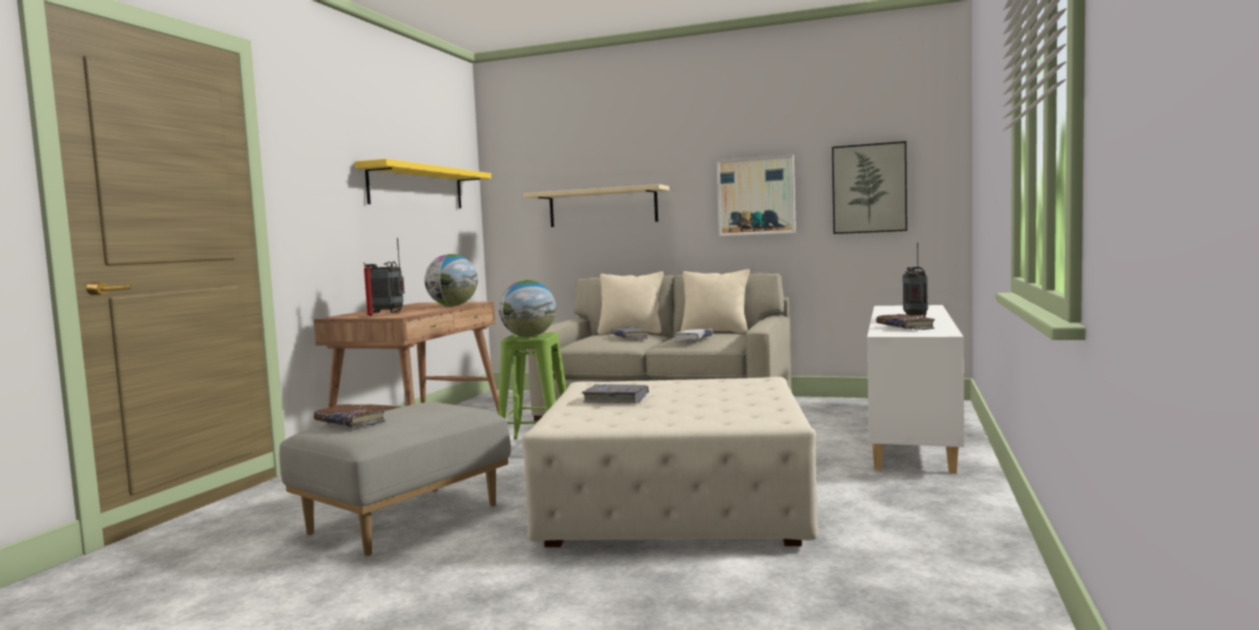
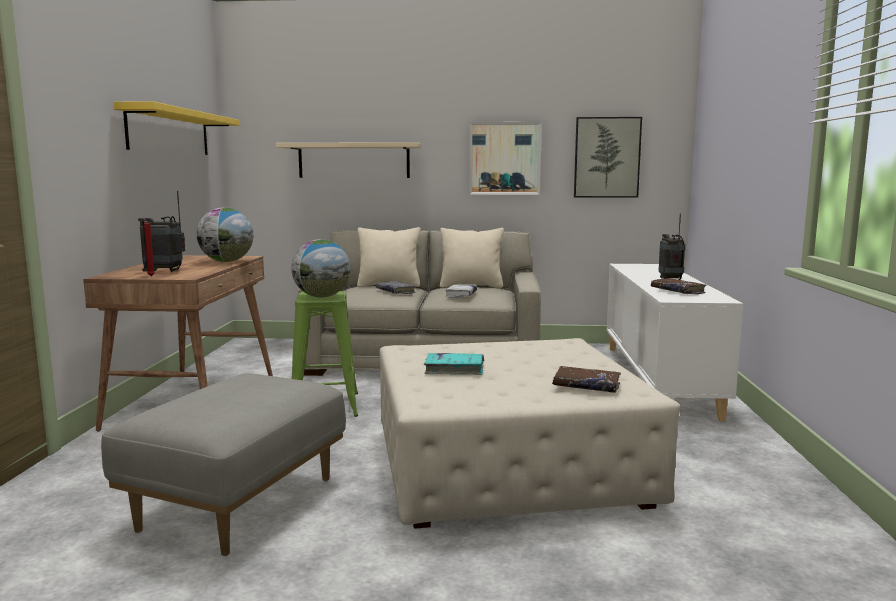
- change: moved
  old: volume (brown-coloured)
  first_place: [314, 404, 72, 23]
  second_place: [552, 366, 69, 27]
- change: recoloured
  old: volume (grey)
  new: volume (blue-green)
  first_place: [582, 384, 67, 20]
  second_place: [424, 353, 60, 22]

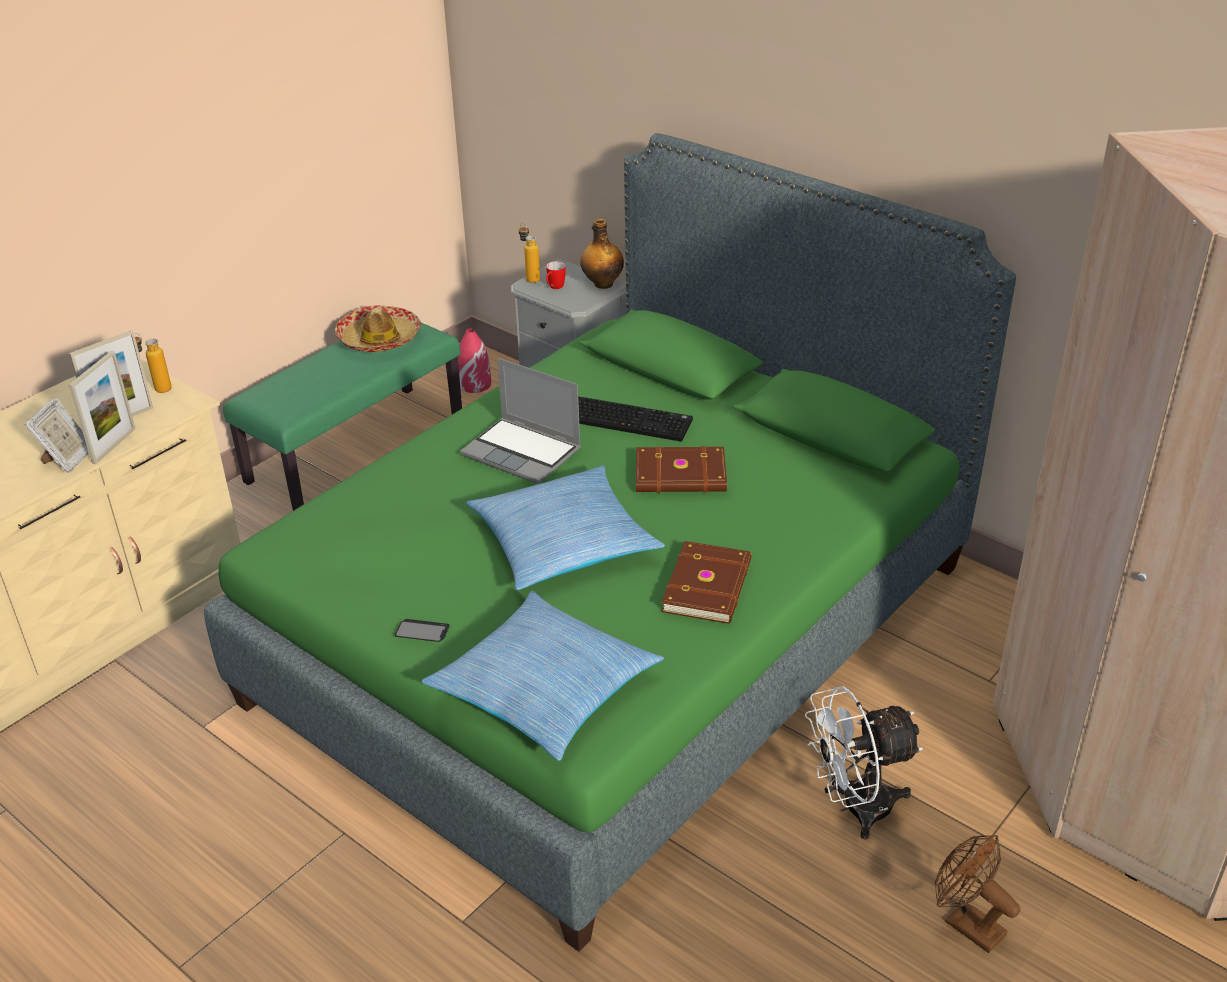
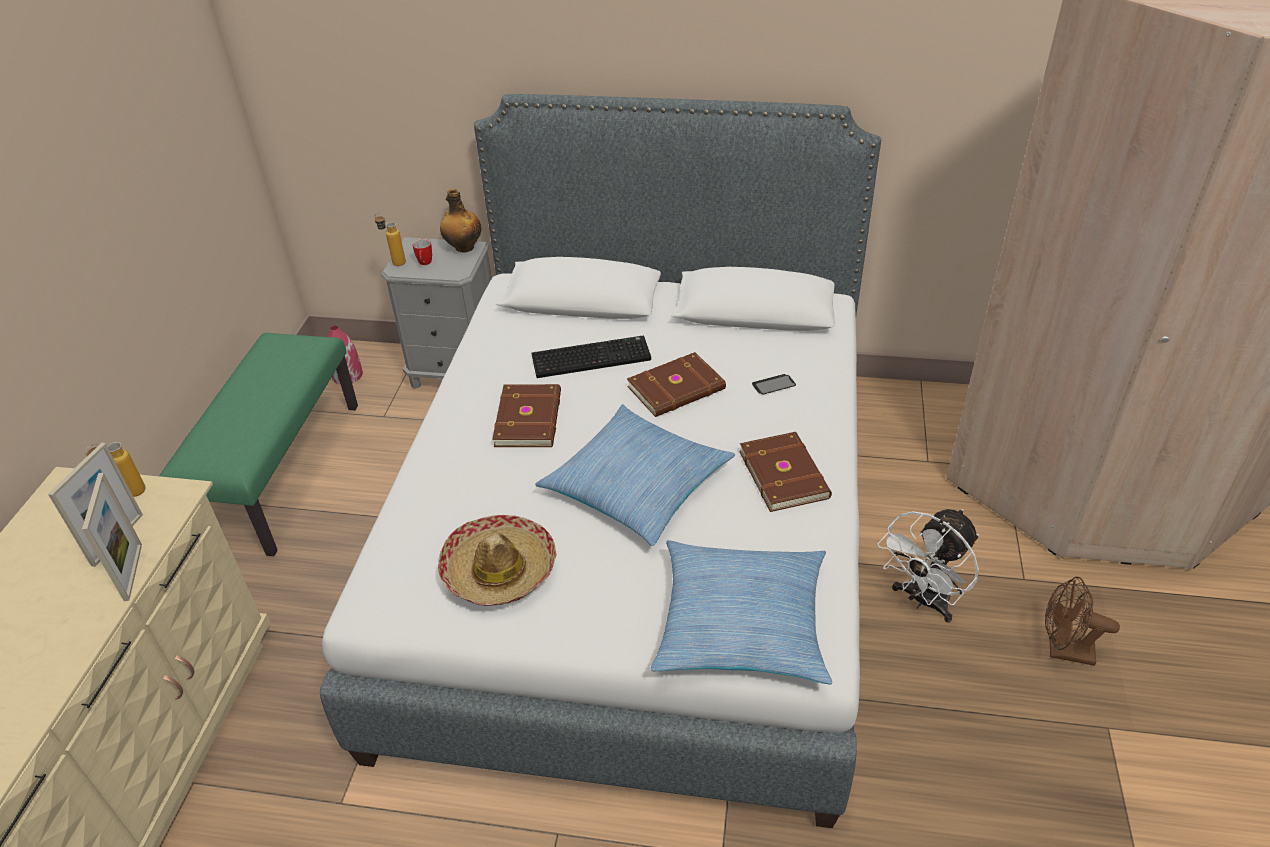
- change: removed
  old: standing frame
  first_place: [25, 398, 64, 75]
- change: recoloured
  old: bedroom bed (green)
  new: bedroom bed (whitish)
  first_place: [204, 133, 812, 818]
  second_place: [320, 94, 561, 734]
- change: moved
  old: clothing hat
  first_place: [335, 305, 86, 47]
  second_place: [438, 515, 118, 91]
- change: moved
  old: phone
  first_place: [395, 619, 54, 23]
  second_place: [752, 374, 44, 21]
- change: replaced
  old: laptop
  new: volume (brown-coloured)
  first_place: [460, 358, 121, 126]
  second_place: [492, 384, 69, 63]

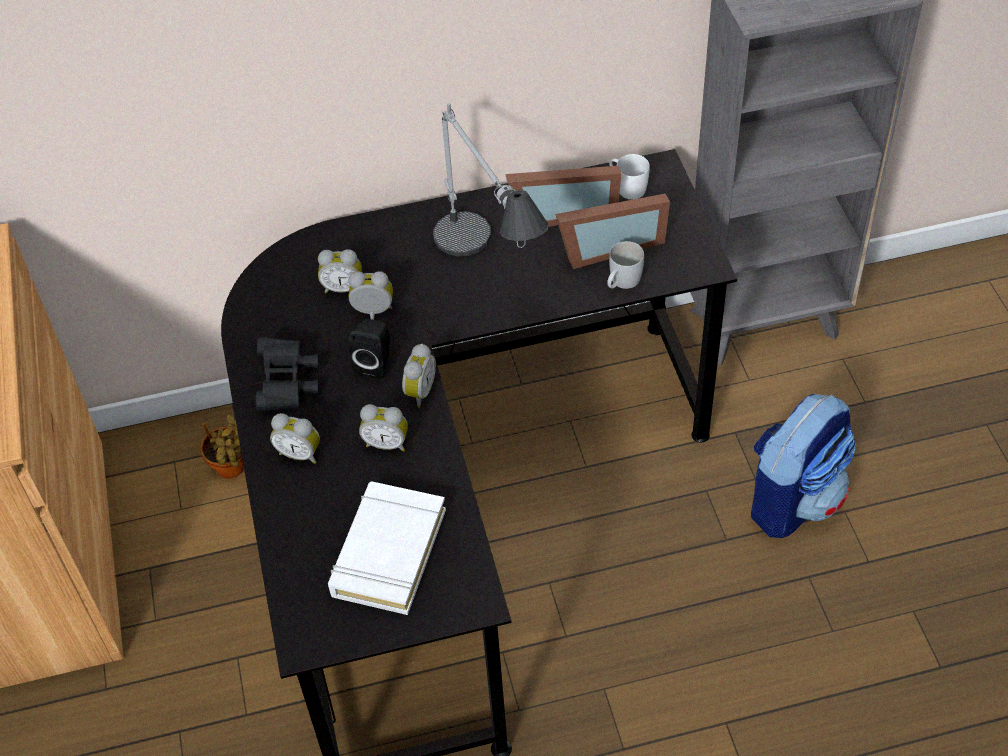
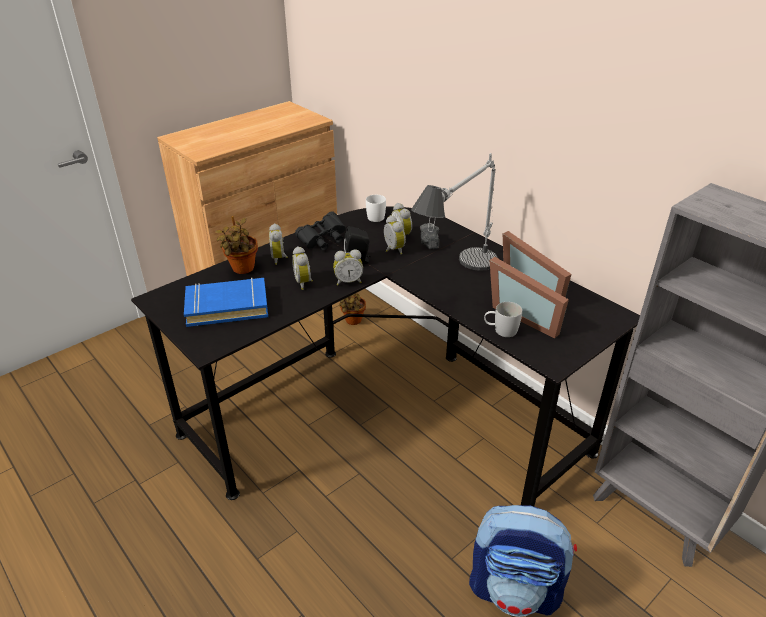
- change: recoloured
  old: volume (whitish)
  new: volume (blue-coloured)
  first_place: [328, 482, 118, 133]
  second_place: [184, 277, 84, 50]
- change: moved
  old: mug (whitish)
  first_place: [609, 154, 41, 46]
  second_place: [366, 195, 20, 27]
- change: added
  new: houseplant
  second_place: [215, 216, 43, 58]
- change: added
  new: still camera
  second_place: [420, 223, 19, 26]

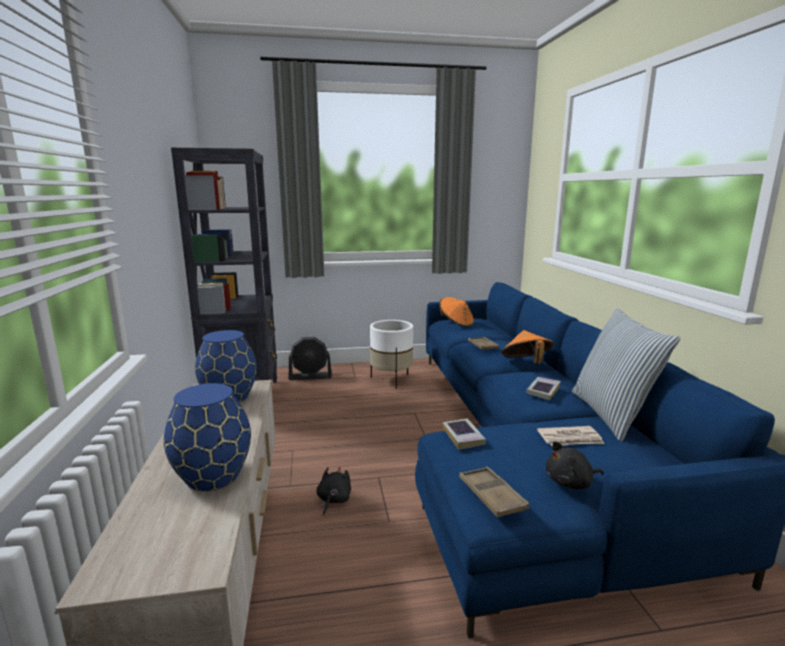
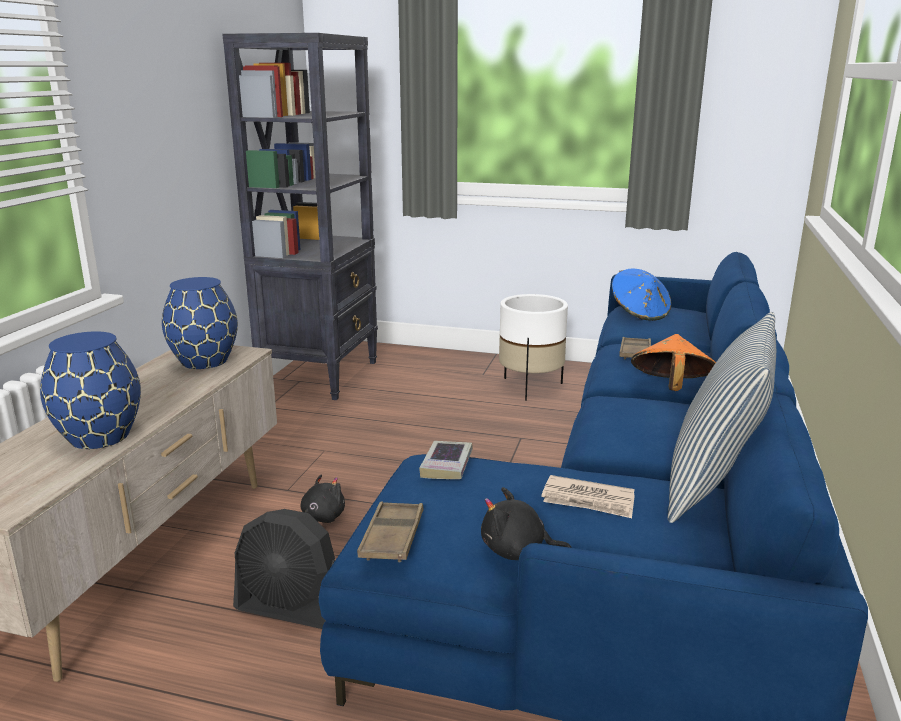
- change: moved
  old: cooling fan (black-coloured)
  first_place: [289, 337, 43, 43]
  second_place: [233, 509, 102, 120]
- change: recoloured
  old: clothing hat (orangey)
  new: clothing hat (blue-coloured)
  first_place: [440, 297, 34, 30]
  second_place: [612, 269, 59, 52]
- change: removed
  old: volume
  first_place: [526, 377, 35, 23]

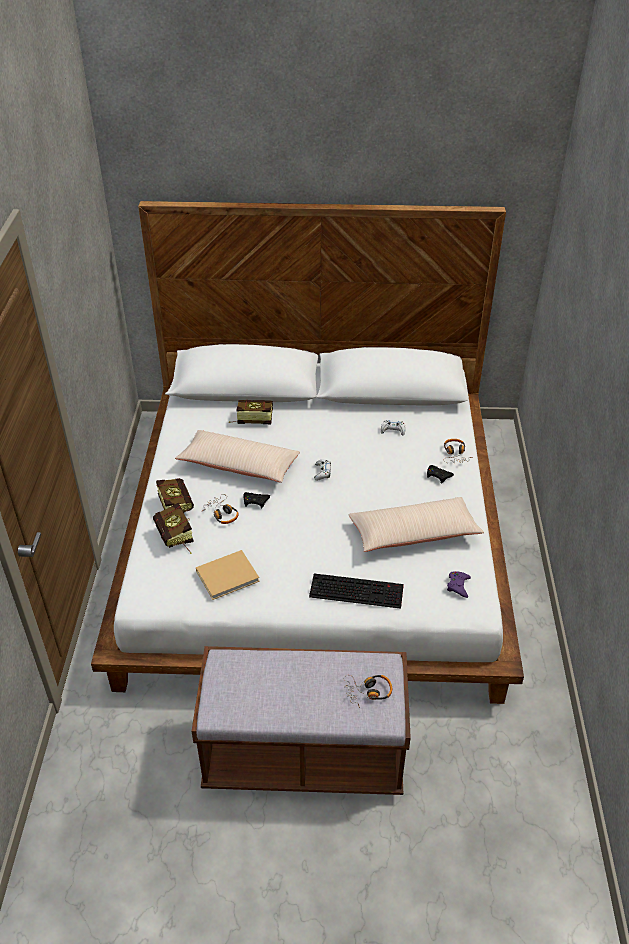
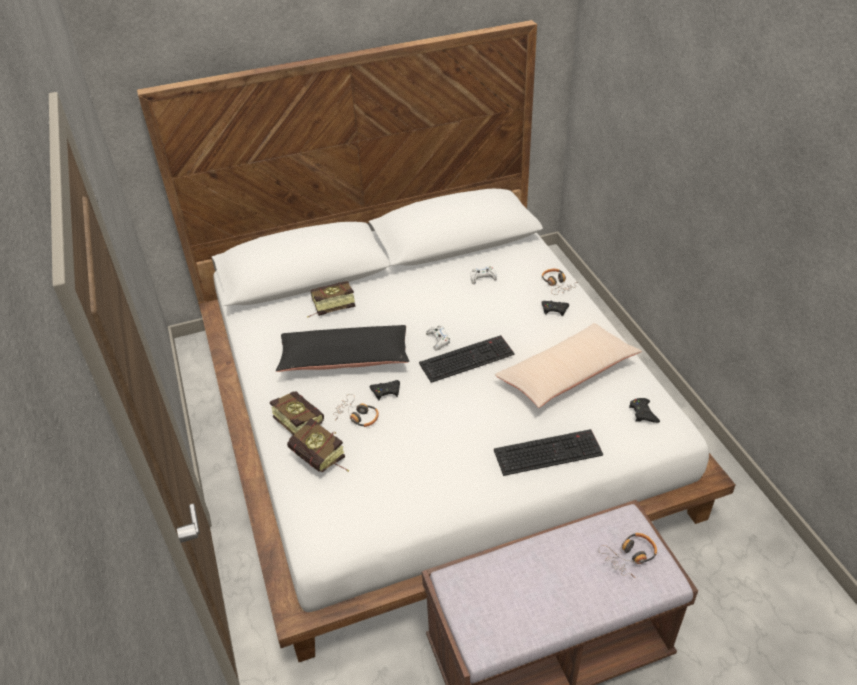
- change: recoloured
  old: cushion (beige)
  new: cushion (black-coloured)
  first_place: [175, 430, 125, 53]
  second_place: [276, 325, 133, 47]
- change: removed
  old: volume (beige)
  first_place: [196, 550, 64, 50]
- change: recoloured
  old: gamepad (purple-coloured)
  new: gamepad (black-coloured)
  first_place: [447, 571, 24, 27]
  second_place: [629, 398, 31, 25]
- change: added
  new: keyboard
  second_place: [419, 335, 96, 48]

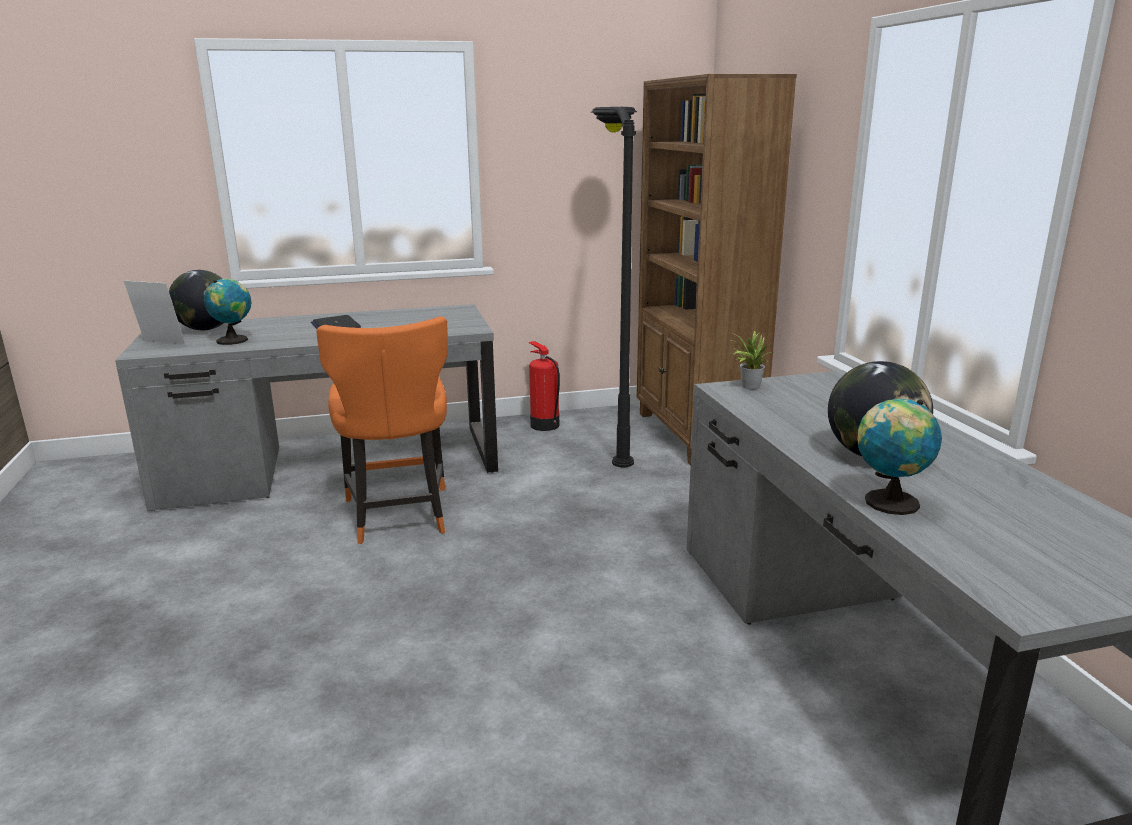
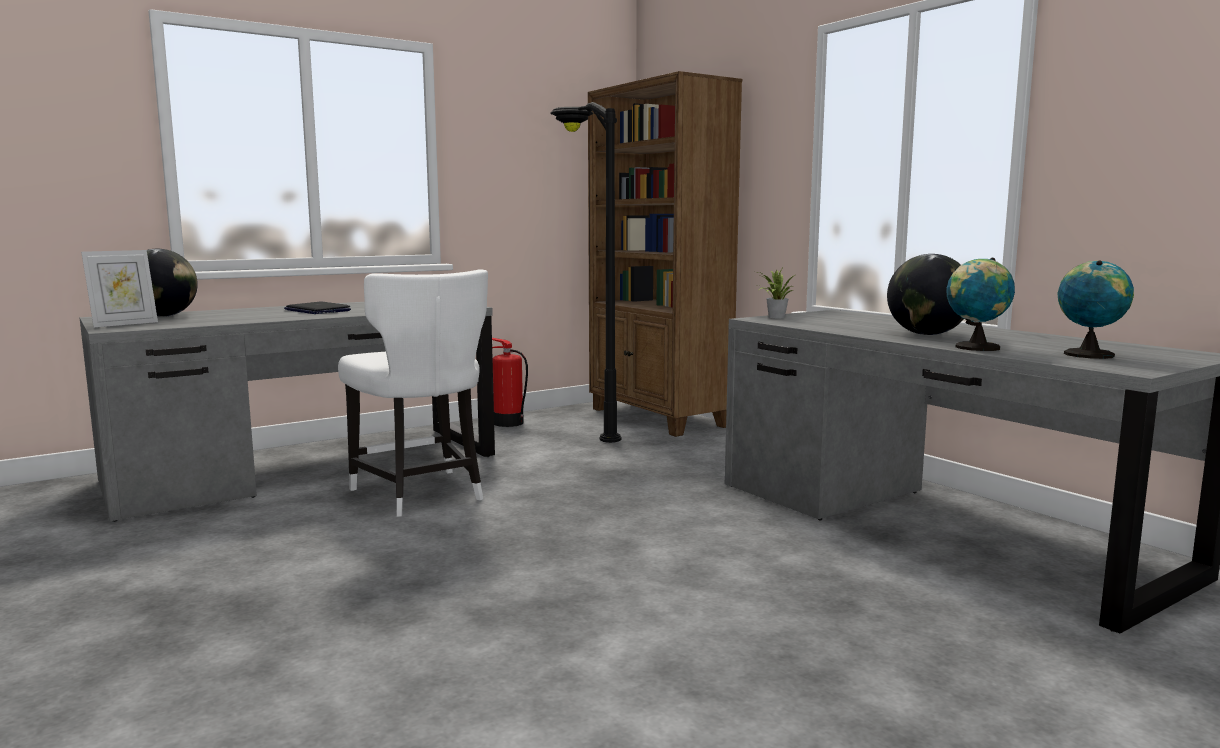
- change: turned
  old: standing frame
  first_place: [124, 281, 61, 63]
  second_place: [81, 250, 77, 77]
  degrees: 135
- change: moved
  old: desk globe
  first_place: [204, 279, 48, 66]
  second_place: [1057, 260, 77, 99]
- change: recoloured
  old: upright chair (orangey)
  new: upright chair (whitish)
  first_place: [317, 317, 131, 227]
  second_place: [338, 269, 150, 248]

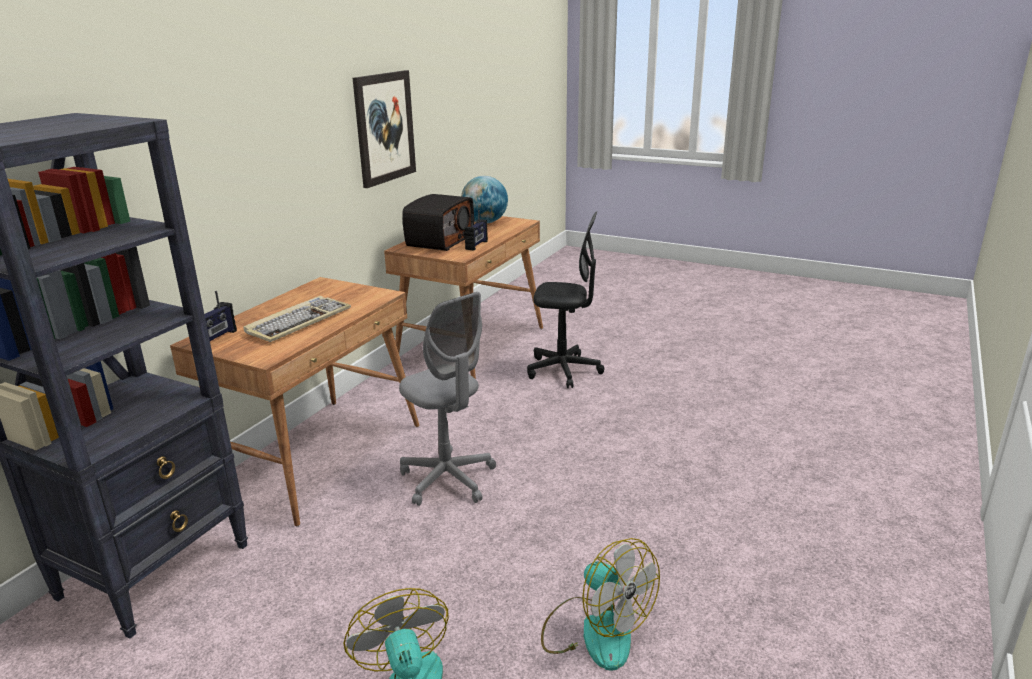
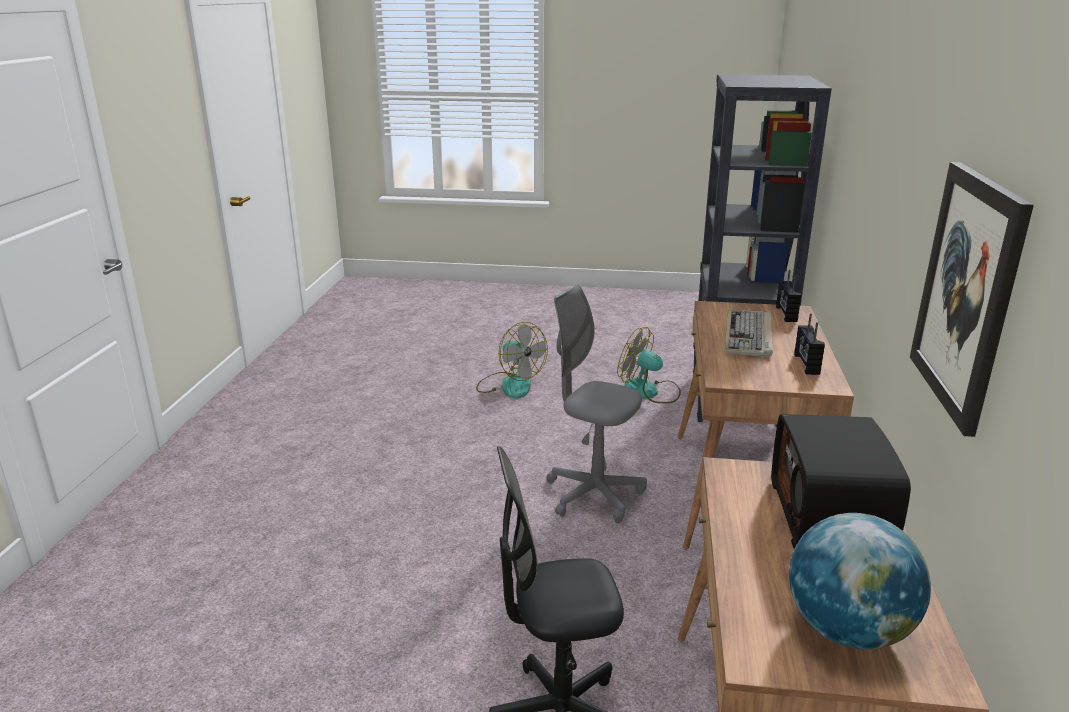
- change: moved
  old: radio set
  first_place: [464, 210, 24, 40]
  second_place: [794, 313, 31, 62]
- change: moved
  old: cooling fan
  first_place: [541, 538, 119, 133]
  second_place: [617, 327, 64, 76]

